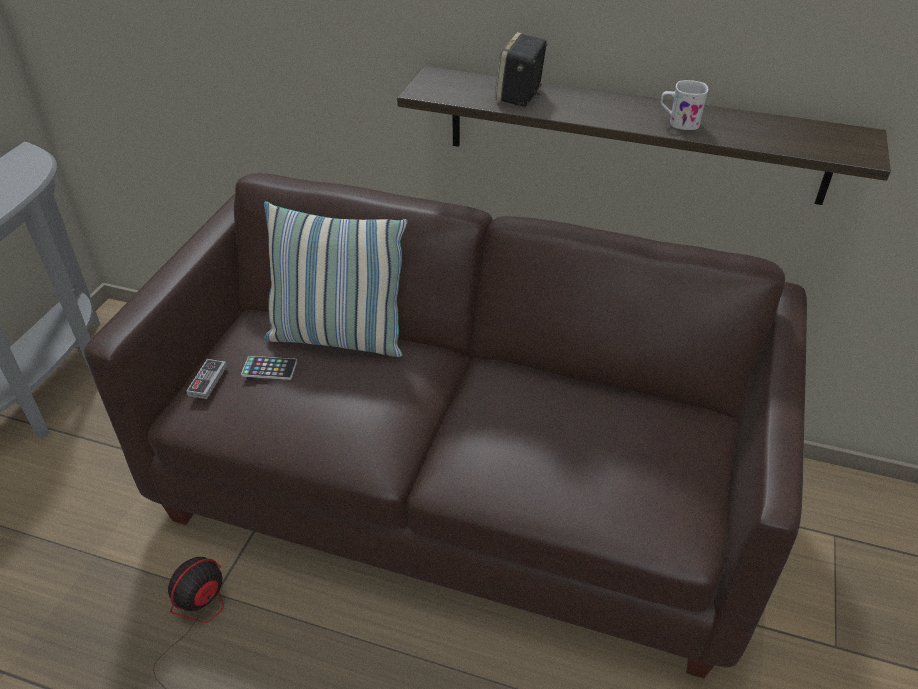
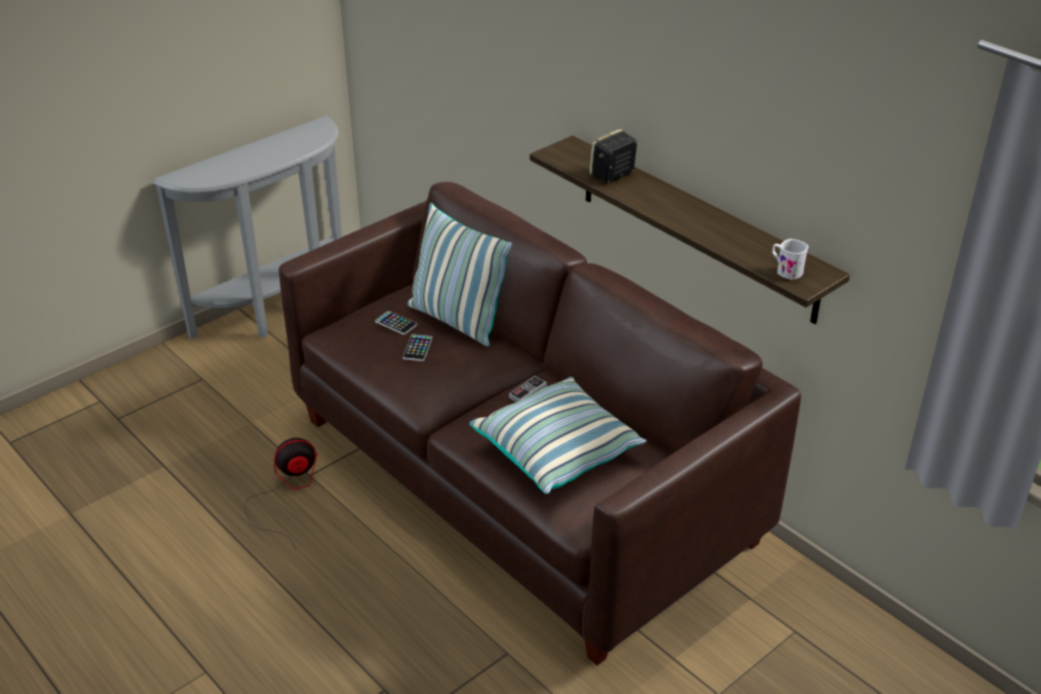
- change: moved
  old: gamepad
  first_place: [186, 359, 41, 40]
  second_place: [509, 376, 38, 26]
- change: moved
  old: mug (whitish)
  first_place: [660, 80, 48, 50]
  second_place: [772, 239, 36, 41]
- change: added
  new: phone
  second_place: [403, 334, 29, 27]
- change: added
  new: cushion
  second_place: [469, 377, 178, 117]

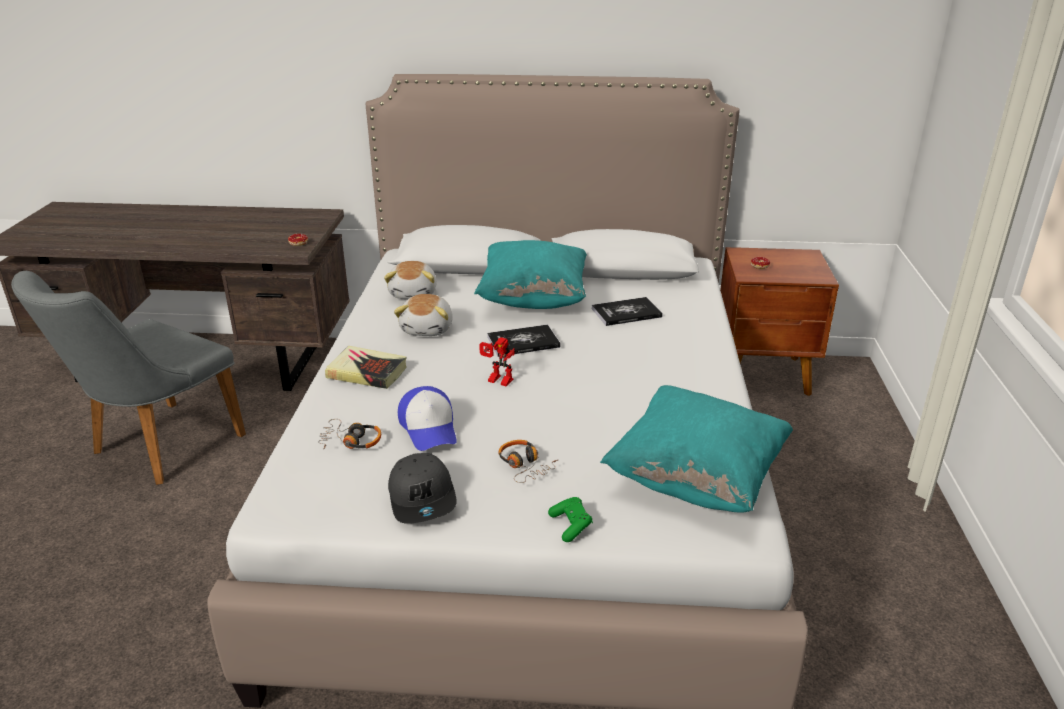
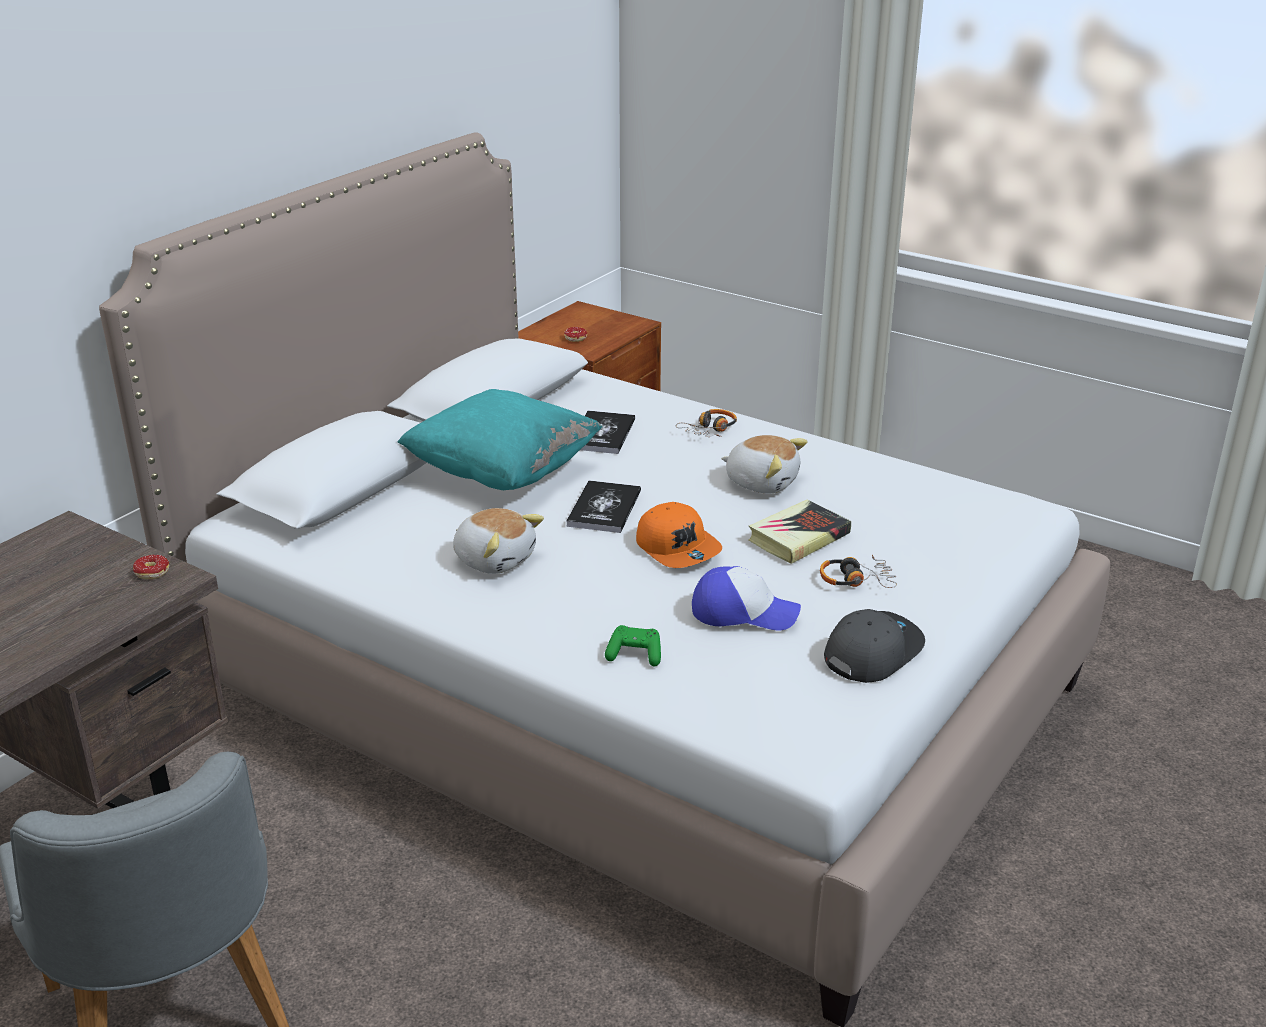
- change: moved
  old: headset
  first_place: [318, 419, 63, 30]
  second_place: [676, 409, 61, 28]
- change: moved
  old: volume
  first_place: [325, 346, 82, 43]
  second_place: [748, 499, 103, 65]
- change: moved
  old: soft toy
  first_place: [384, 261, 53, 38]
  second_place: [721, 435, 87, 58]
- change: turned
  old: cap (grey)
  first_place: [388, 453, 69, 71]
  second_place: [824, 609, 101, 74]
  degrees: -60
- change: replaced
  old: toy robot
  new: cap (orangey)
  first_place: [479, 337, 39, 50]
  second_place: [636, 502, 86, 66]
- change: moved
  old: gamepad (green)
  first_place: [548, 497, 45, 45]
  second_place: [605, 625, 56, 41]
- change: removed
  old: cushion (blue-green)
  first_place: [600, 385, 193, 127]

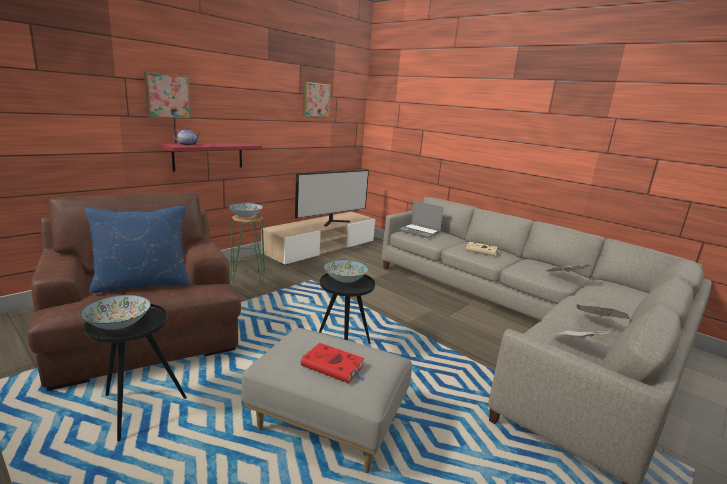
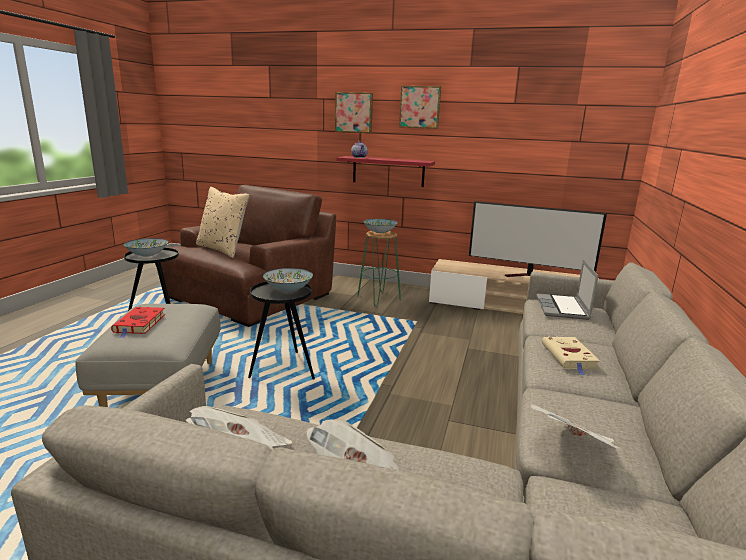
- change: recoloured
  old: cushion (blue-coloured)
  new: cushion (beige)
  first_place: [85, 206, 105, 88]
  second_place: [196, 187, 54, 71]
- change: moved
  old: picture
  first_place: [303, 82, 27, 35]
  second_place: [399, 86, 42, 43]

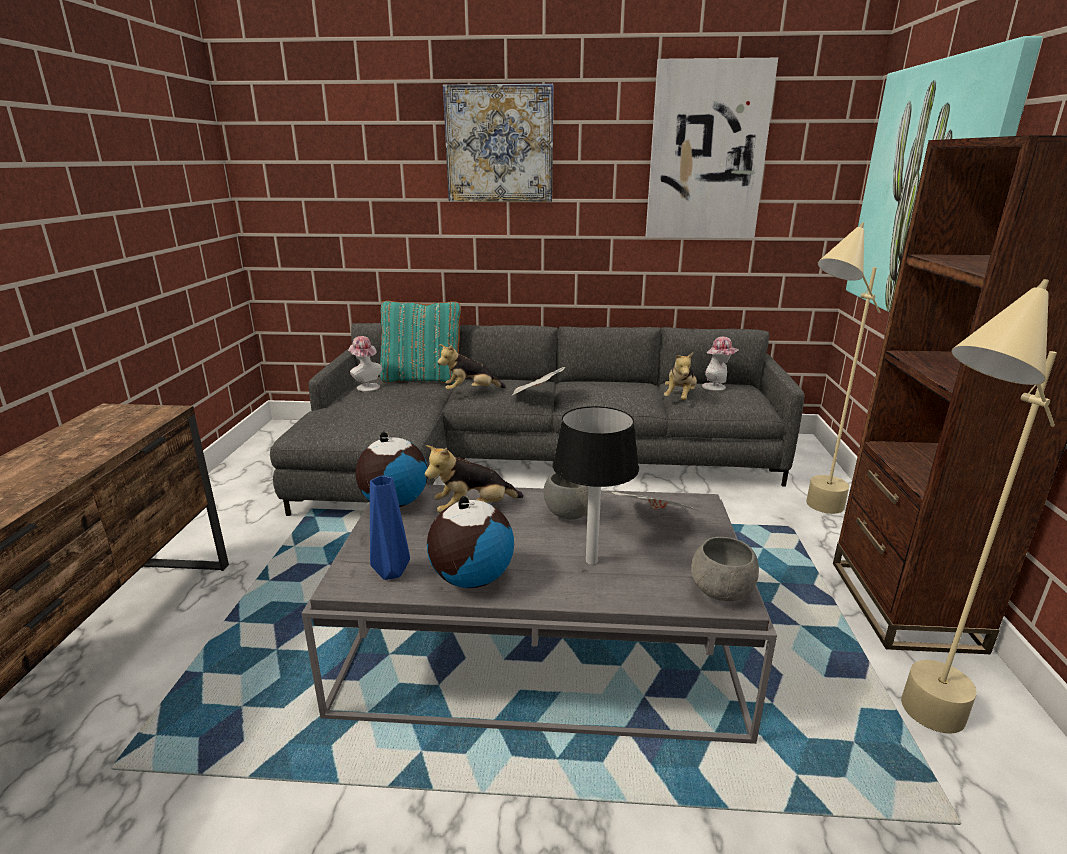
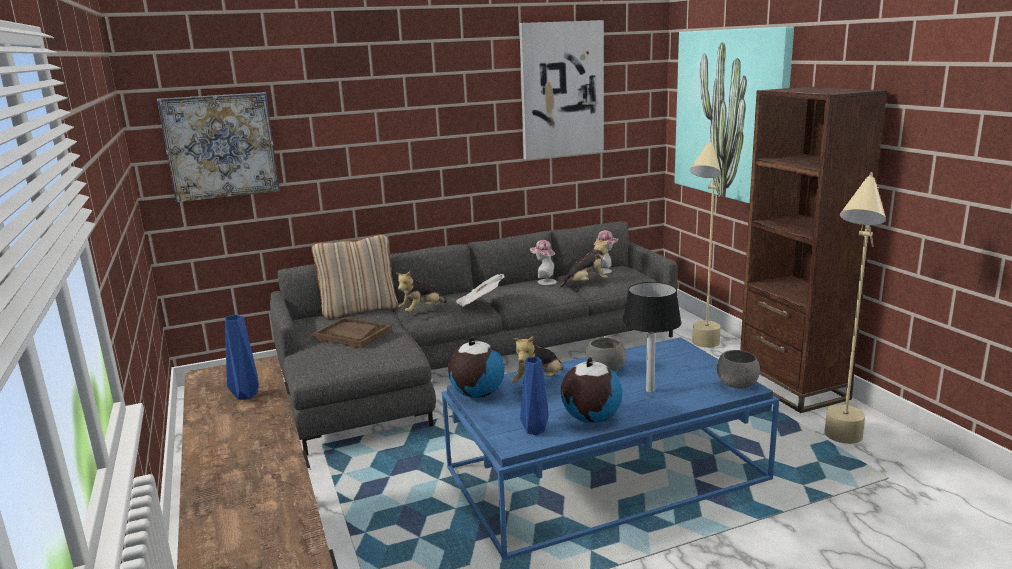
- change: recoloured
  old: low table (grey)
  new: low table (blue-coloured)
  first_place: [302, 485, 475, 259]
  second_place: [442, 337, 337, 223]
- change: moved
  old: clothing hat
  first_place: [348, 336, 34, 55]
  second_place: [530, 240, 27, 45]
- change: recoloured
  old: cushion (blue-green)
  new: cushion (beige)
  first_place: [380, 301, 81, 83]
  second_place: [311, 234, 87, 86]
- change: moved
  old: picture
  first_place: [443, 84, 111, 118]
  second_place: [157, 92, 123, 110]
- change: removed
  old: printed paper
  first_place: [611, 491, 88, 20]
- change: turned
  old: soft toy
  first_place: [664, 353, 33, 47]
  second_place: [559, 238, 50, 50]
  degrees: -105
- change: added
  new: decorative vase (blue-coloured)
  second_place: [225, 314, 34, 86]
- change: added
  new: tray (brown-coloured)
  second_place: [313, 317, 79, 31]

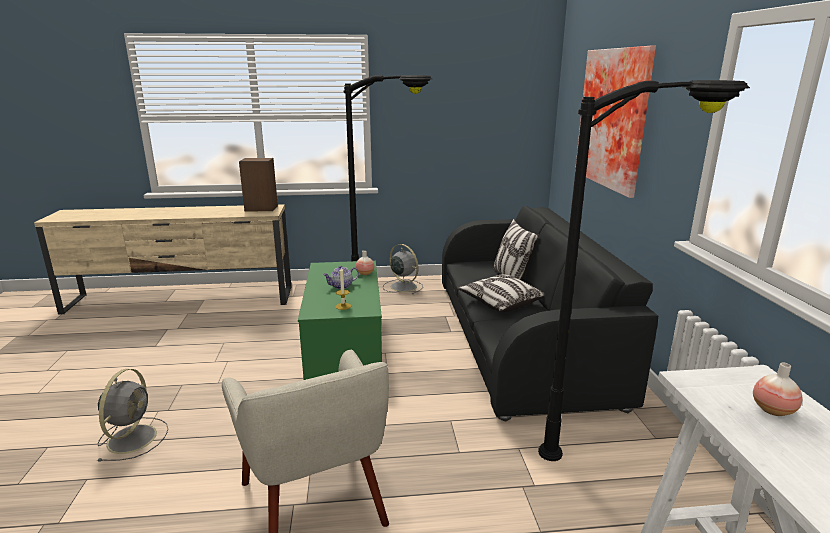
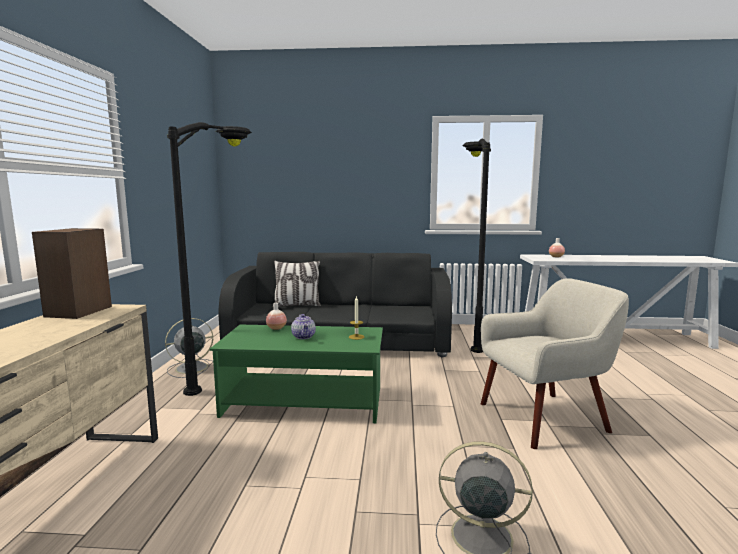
- change: removed
  old: cushion
  first_place: [458, 274, 86, 38]
- change: removed
  old: picture
  first_place: [575, 46, 81, 152]

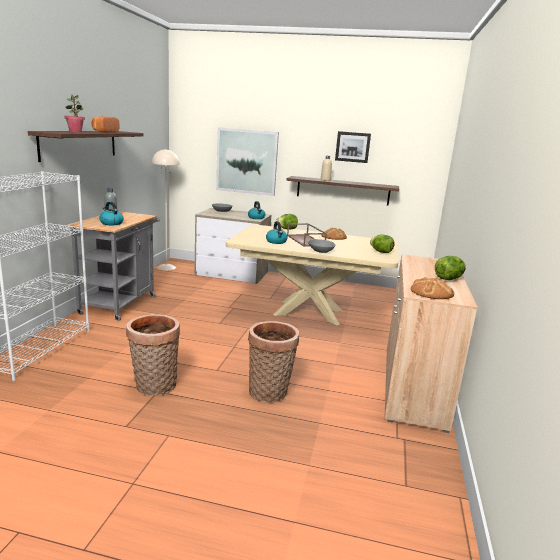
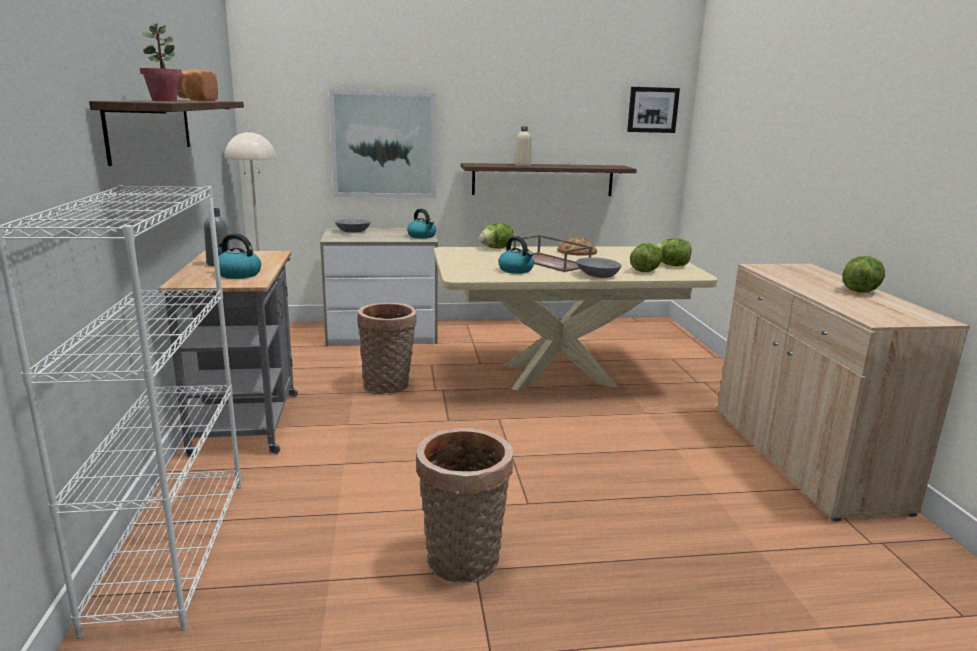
- change: moved
  old: storage basket
  first_place: [248, 321, 51, 82]
  second_place: [357, 303, 60, 92]
- change: moved
  old: picture
  first_place: [335, 131, 36, 32]
  second_place: [627, 87, 53, 46]
- change: removed
  old: bread
  first_place: [411, 277, 43, 22]
- change: added
  new: head of lettuce
  second_place: [630, 243, 32, 29]

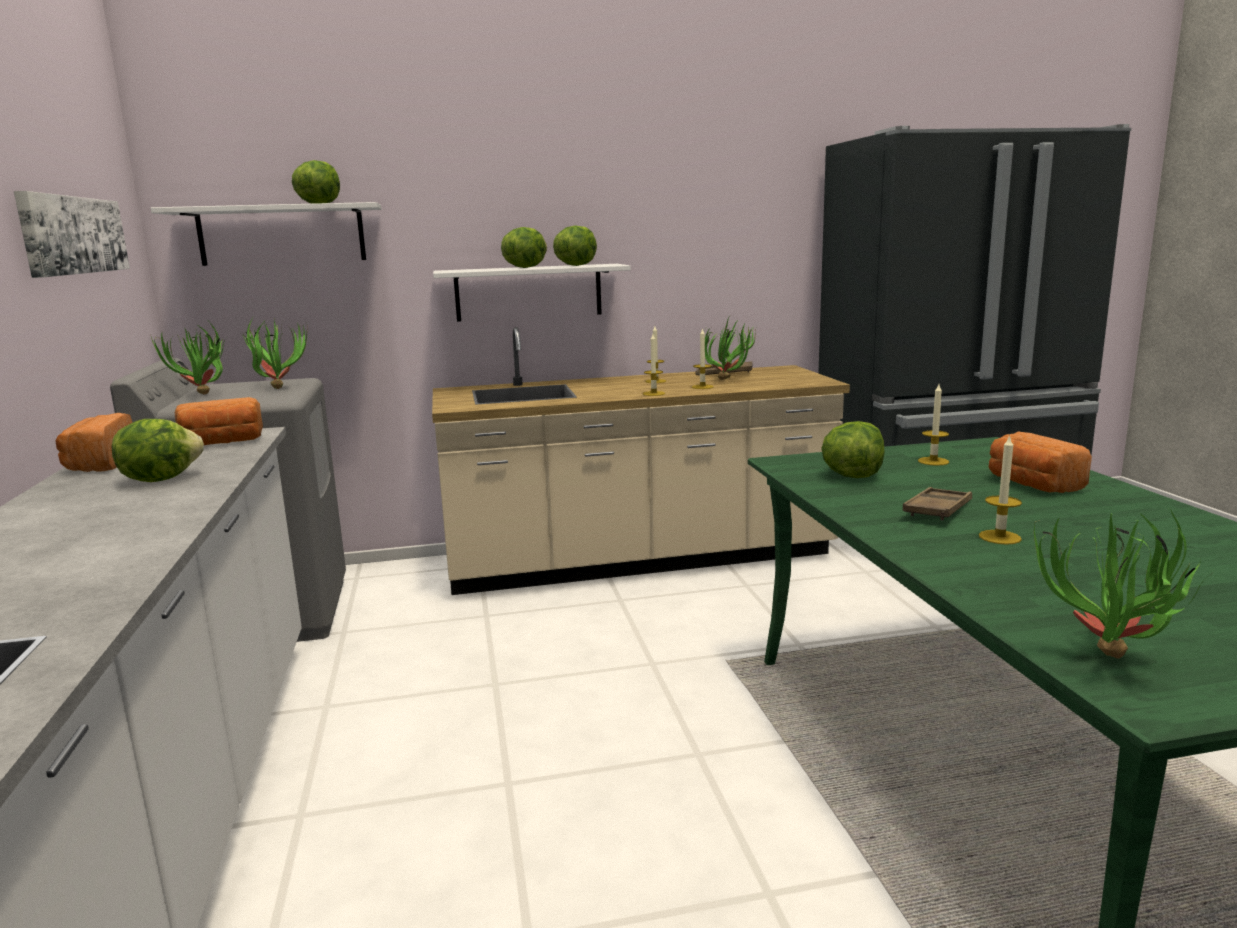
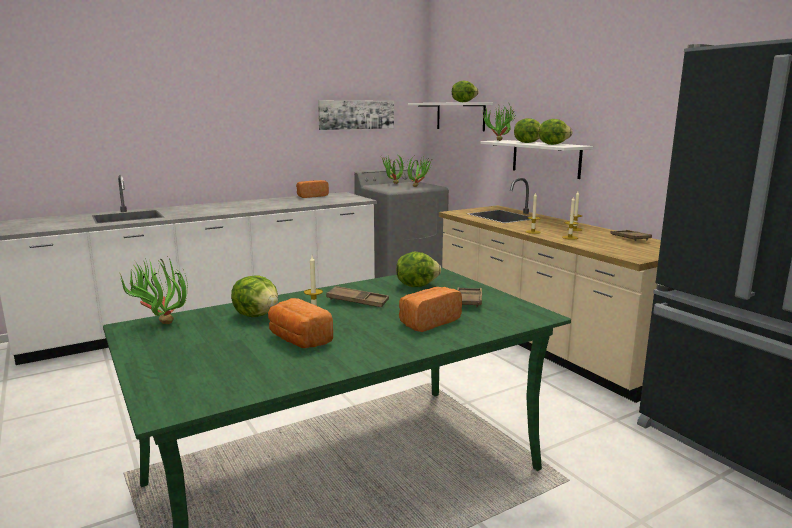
- change: moved
  old: head of lettuce
  first_place: [112, 419, 92, 63]
  second_place: [231, 276, 47, 41]
- change: moved
  old: bread
  first_place: [175, 397, 88, 48]
  second_place: [268, 298, 65, 50]
- change: moved
  old: houseplant
  first_place: [705, 317, 51, 63]
  second_place: [482, 104, 34, 37]
- change: replaced
  old: wax candle
  new: tray (brown-coloured)
  first_place: [918, 384, 31, 82]
  second_place: [457, 287, 25, 20]

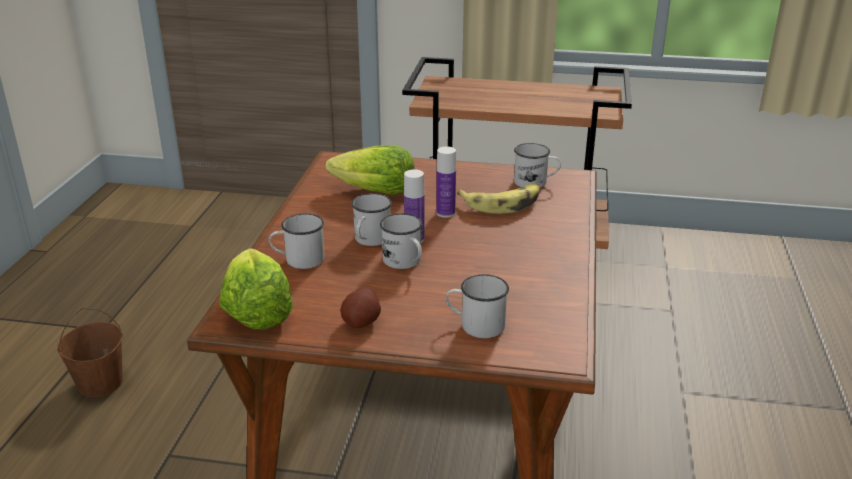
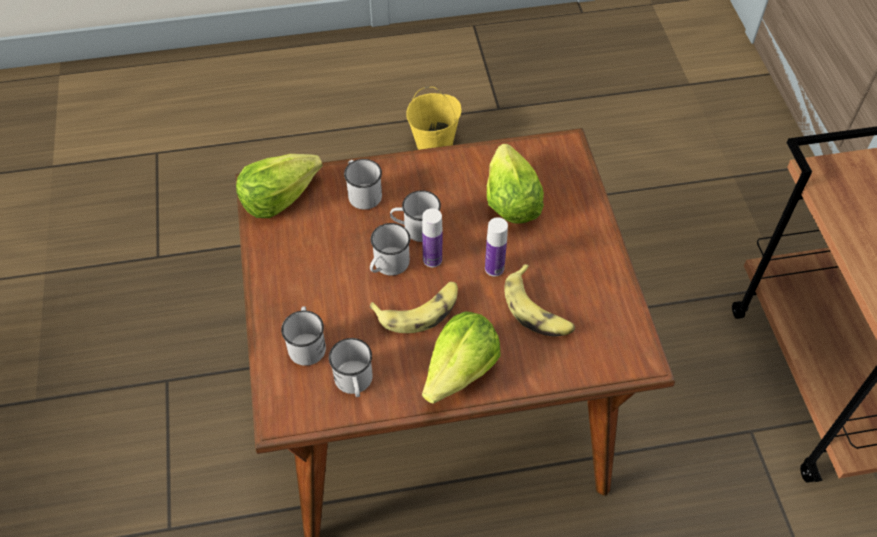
- change: recoloured
  old: bucket (brown-coloured)
  new: bucket (yellow)
  first_place: [57, 308, 66, 89]
  second_place: [406, 87, 55, 63]
- change: removed
  old: spud
  first_place: [341, 287, 40, 41]
- change: moved
  old: mug (whitish)
  first_place: [514, 143, 47, 45]
  second_place: [329, 338, 44, 59]
- change: added
  new: banana fruit
  second_place: [369, 281, 89, 52]
- change: added
  new: head of lettuce
  second_place: [422, 311, 79, 92]

